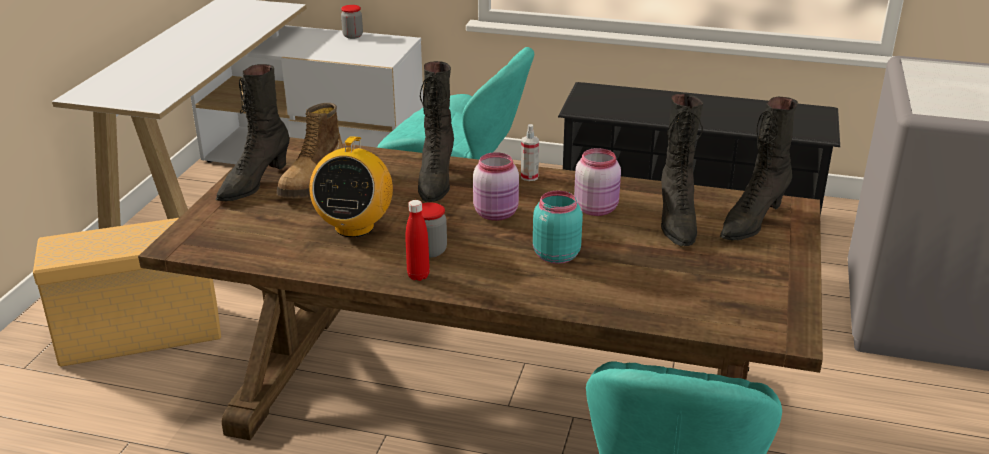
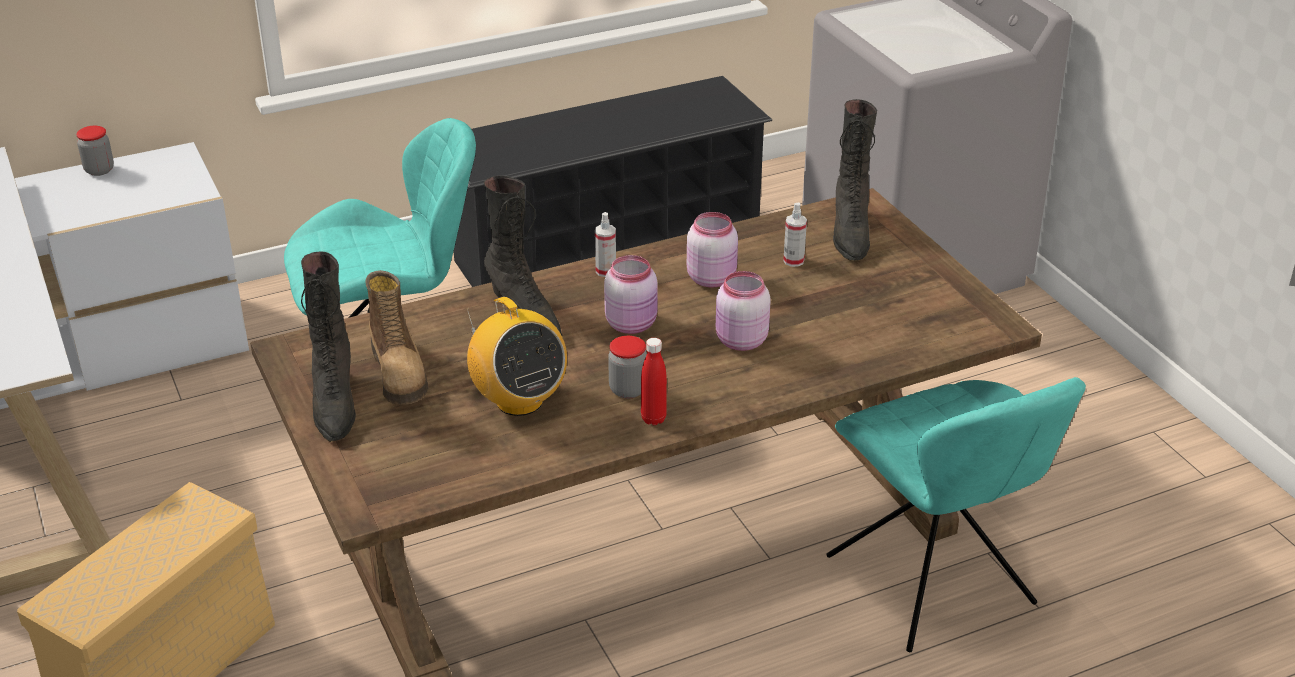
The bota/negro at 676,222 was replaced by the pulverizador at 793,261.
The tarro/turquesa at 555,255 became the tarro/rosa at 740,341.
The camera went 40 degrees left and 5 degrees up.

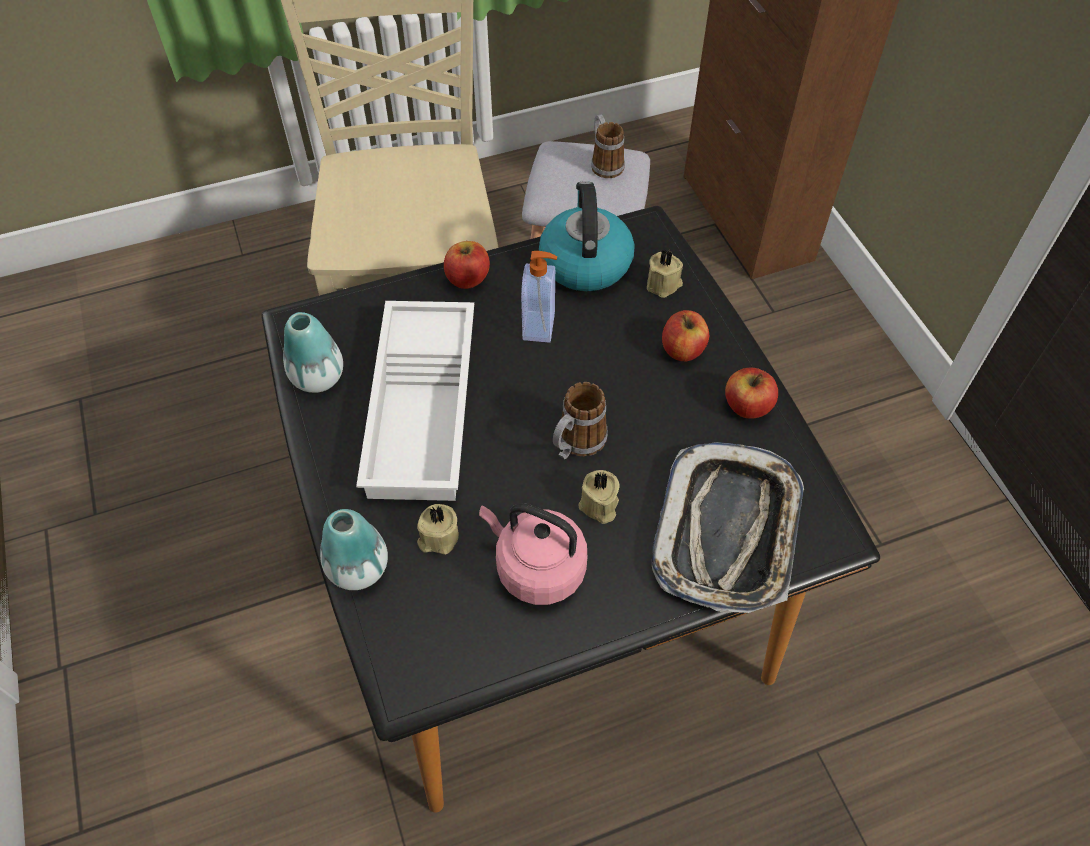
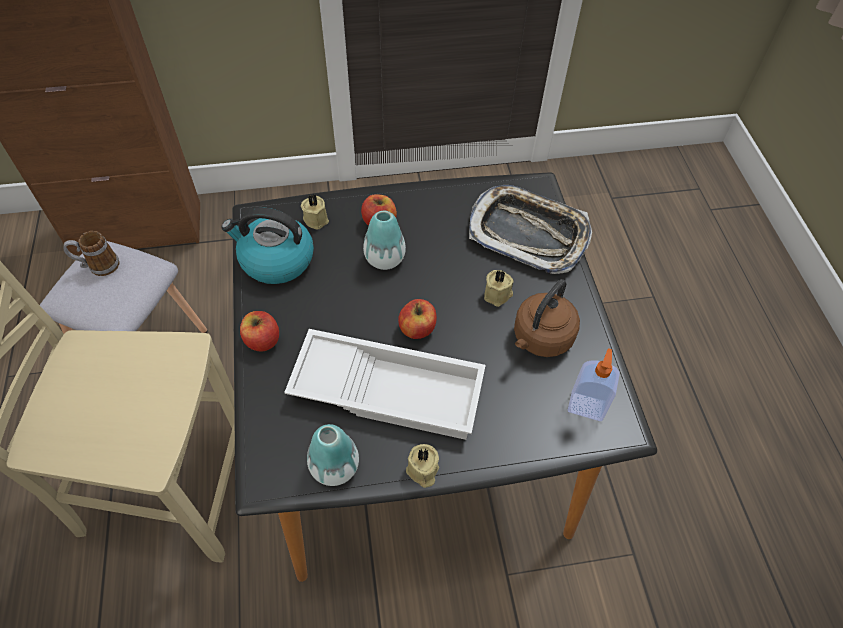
The dispensador de jabón moved from 540,327 to 586,405.
The manzana moved from 747,406 to 417,328.
The taza grande at 576,444 disappeared.
The hervidor/rosa at 536,568 became the hervidor/marrón at 540,339.
The vela/beis moved from 438,537 to 422,471.
The florero moved from 358,568 to 384,259.
The camera went 80 degrees left and 0 degrees up.

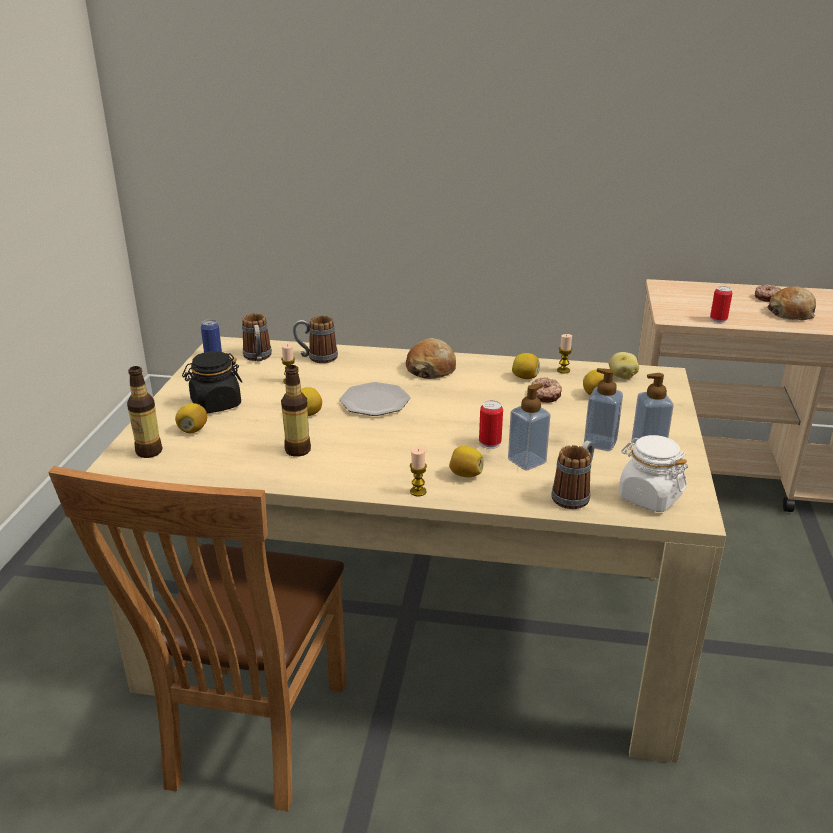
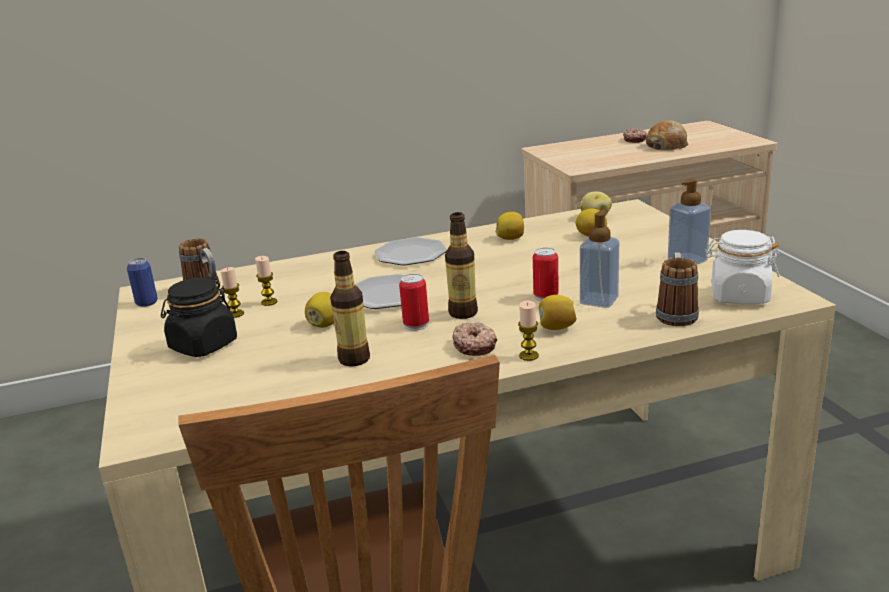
The lata moved from 718,320 to 416,325.
The taza grande at 316,357 disappeared.
The vela moved from 563,370 to 235,314.
The pan at 431,369 was replaced by the plato at 411,254.
The botella moved from 149,452 to 463,313.
The dispensador de jabón at 600,443 disappeared.
The rosquilla moved from 546,395 to 475,345.
The limón at 193,430 disappeared.
The camera went 25 degrees left and 5 degrees down.

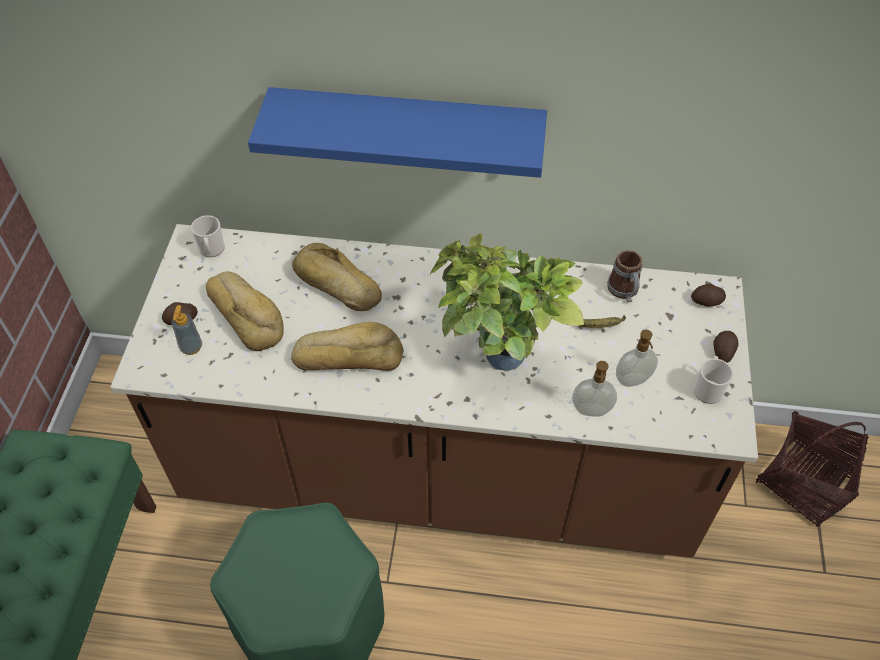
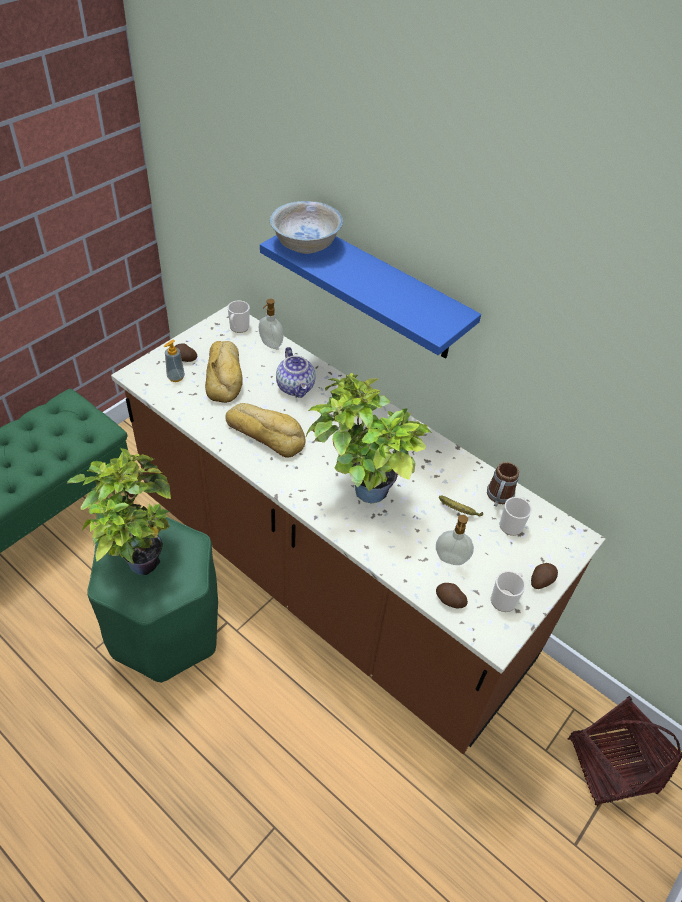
The pan at 336,285 was replaced by the tetera at 296,387.
The patata moved from 707,302 to 449,600.
The dispensador de jabón moved from 591,411 to 270,344.
The cuenco/blanco at 306,244 appeared.
The planta en maceta at 137,558 appeared.
The taza grande at 512,524 appeared.
The camera went 30 degrees right and 5 degrees down.

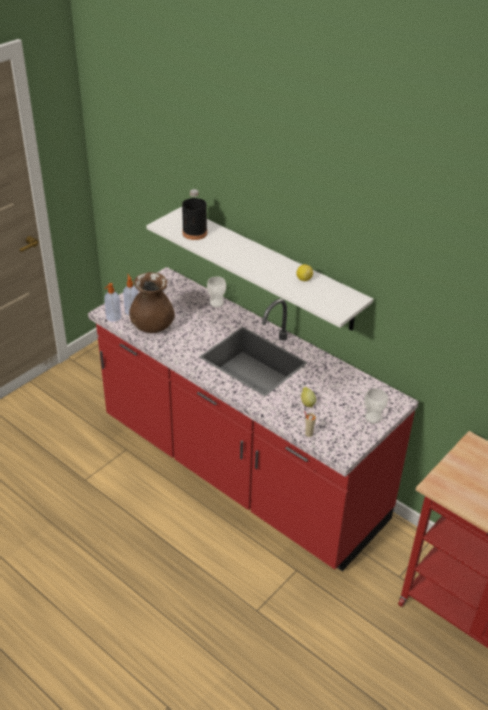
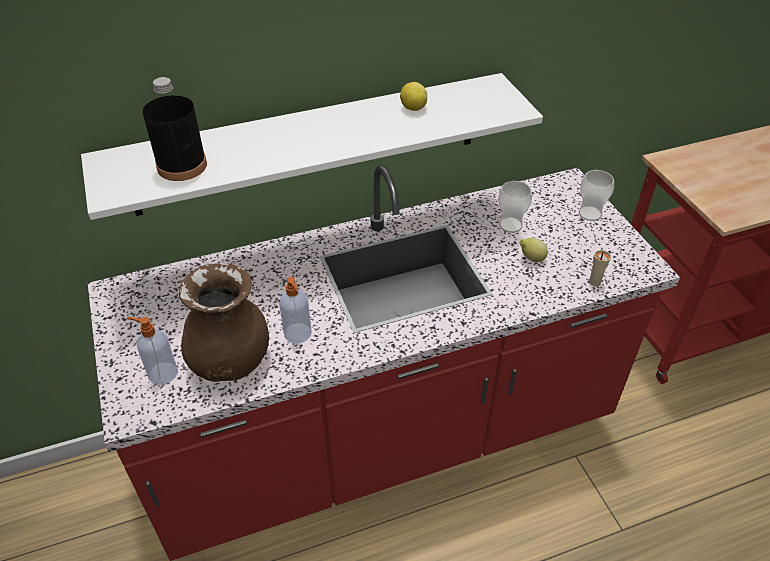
The taza moved from 216,303 to 510,225.
The dispensador de jabón moved from 113,317 to 298,334.
The camera went 60 degrees left and 5 degrees up.

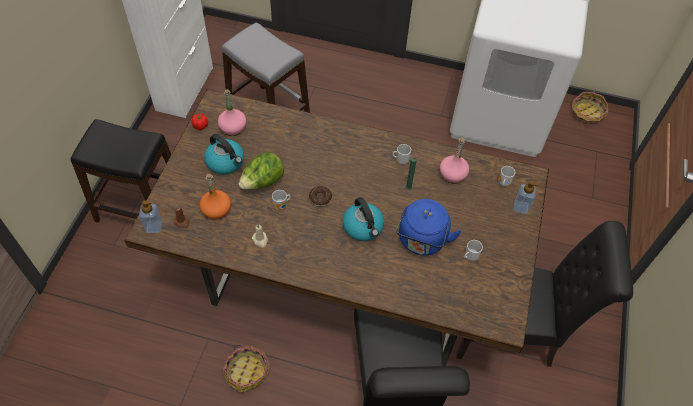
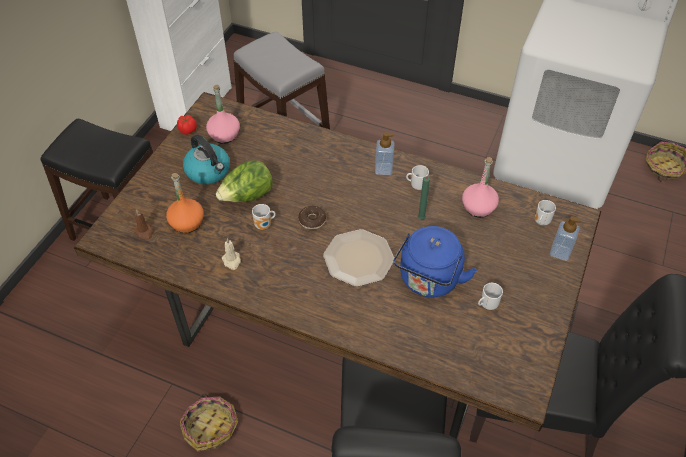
The hervidor at 363,227 was replaced by the plato at 359,258.
The dispensador de jabón moved from 154,226 to 383,169.
The camera went 10 degrees right and 5 degrees down.

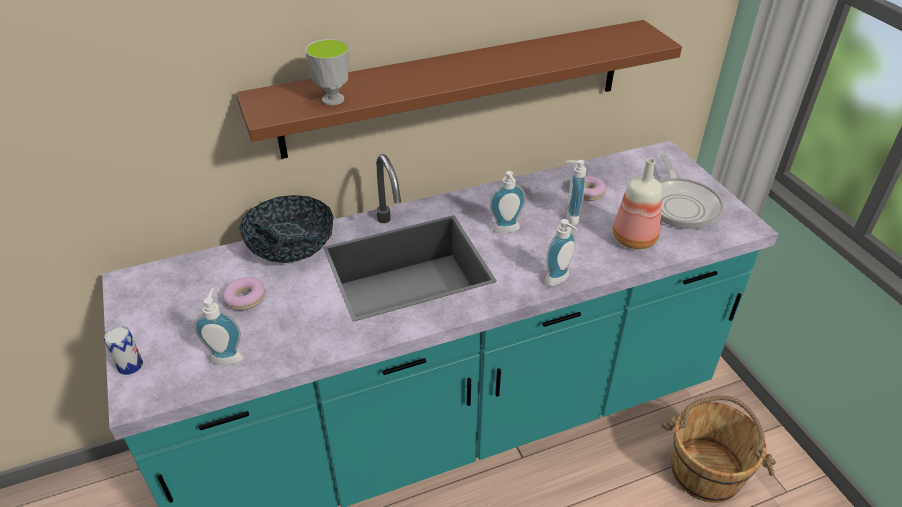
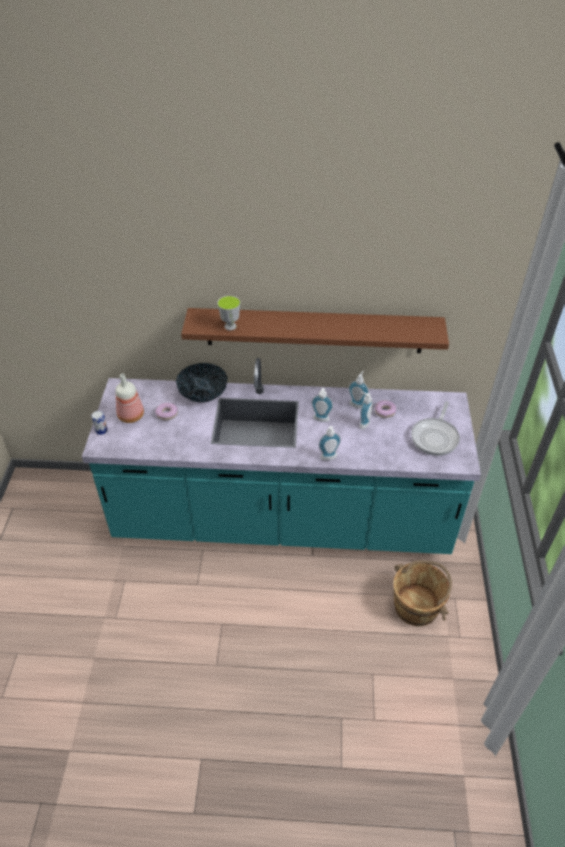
The botella moved from 635,239 to 131,416.
The dispensador de jabón moved from 227,356 to 357,404.
The camera went 25 degrees right and 5 degrees up.

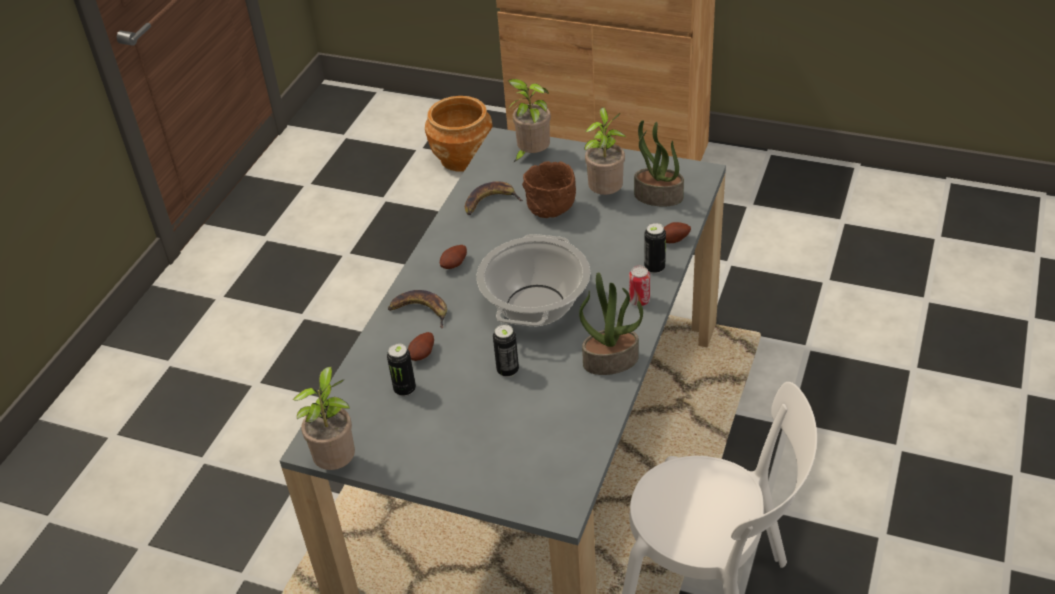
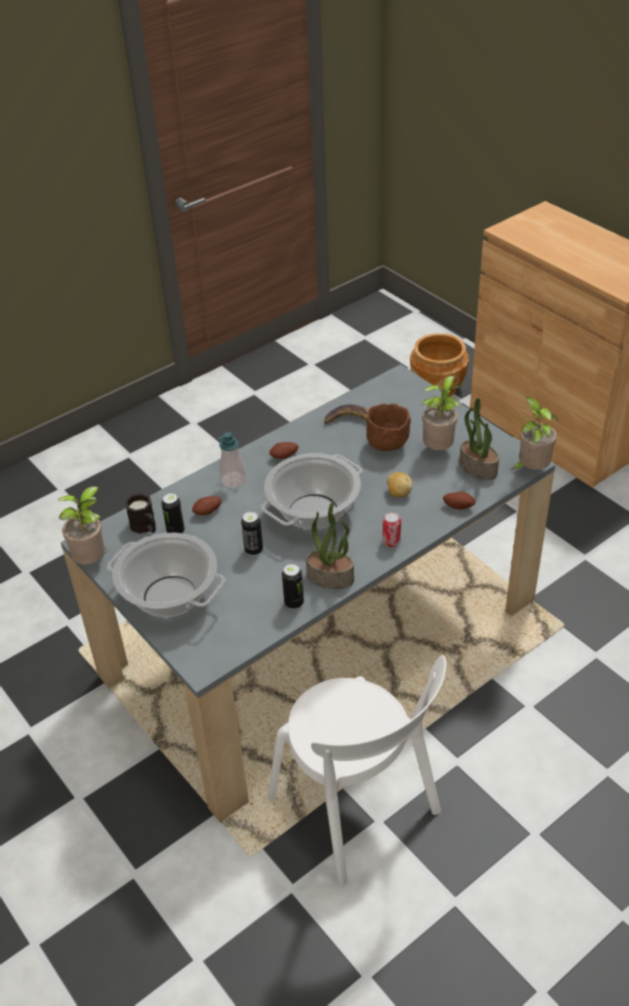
The planta en maceta moved from 531,155 to 531,469.
The lata moved from 654,268 to 294,603.
The plátano at 421,311 was replaced by the dispensador de jabón at 233,480.
The patata at 398,493 appeared.
The taza grande/negro at 145,527 appeared.
The olla at 169,596 appeared.
The camera went 30 degrees right and 0 degrees up.

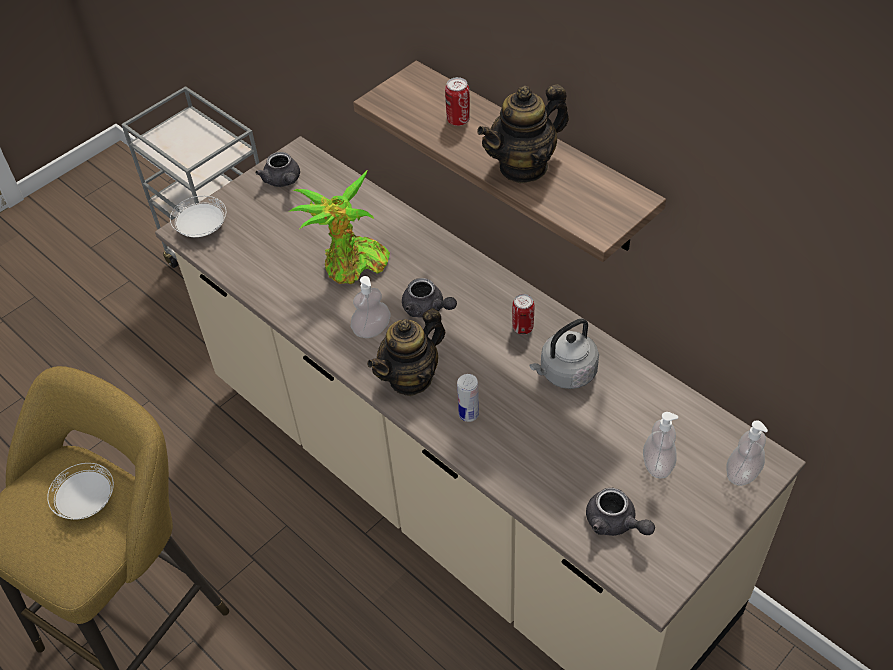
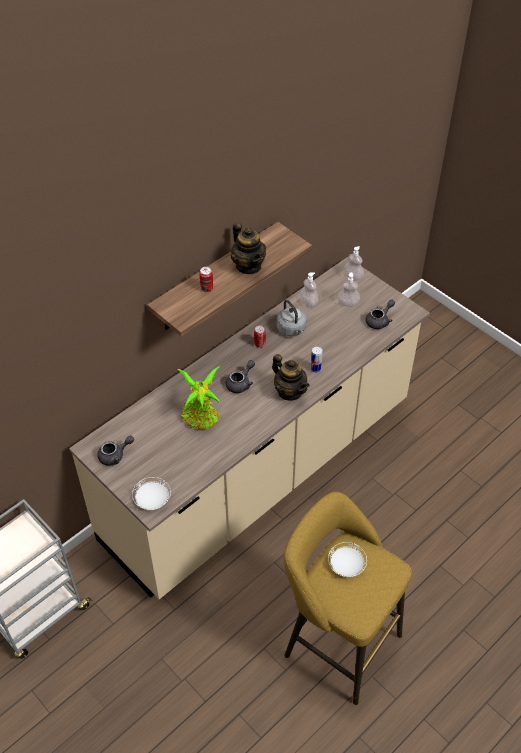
The dispensador de jabón moved from 372,329 to 309,302.
The camera went 90 degrees left and 0 degrees up.

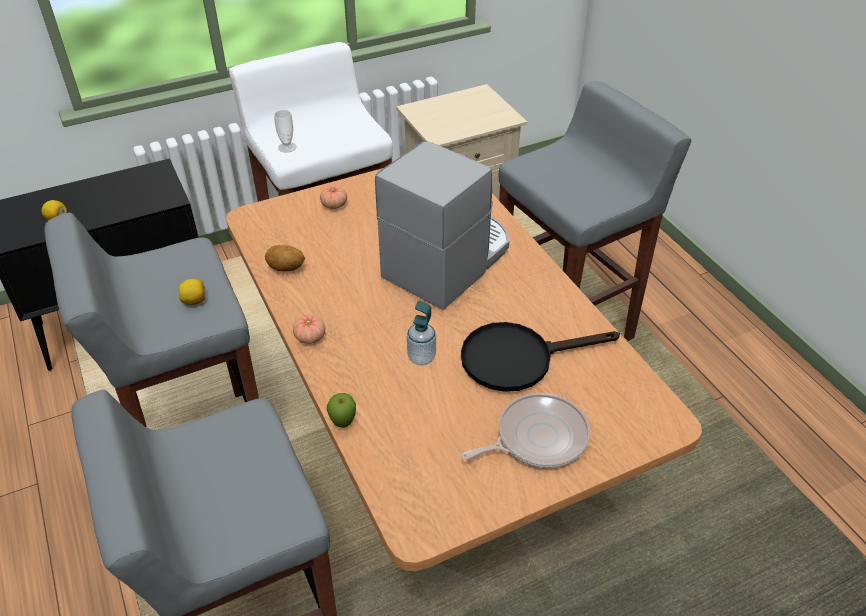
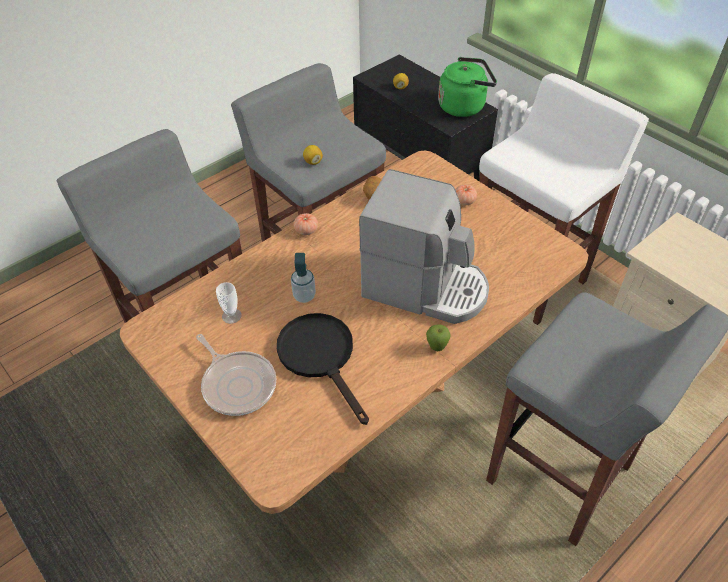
The taza moved from 287,147 to 231,316.
The manzana moved from 343,424 to 436,348.
The hervidor/verde at 464,106 appeared.
The camera went 75 degrees right and 5 degrees up.

